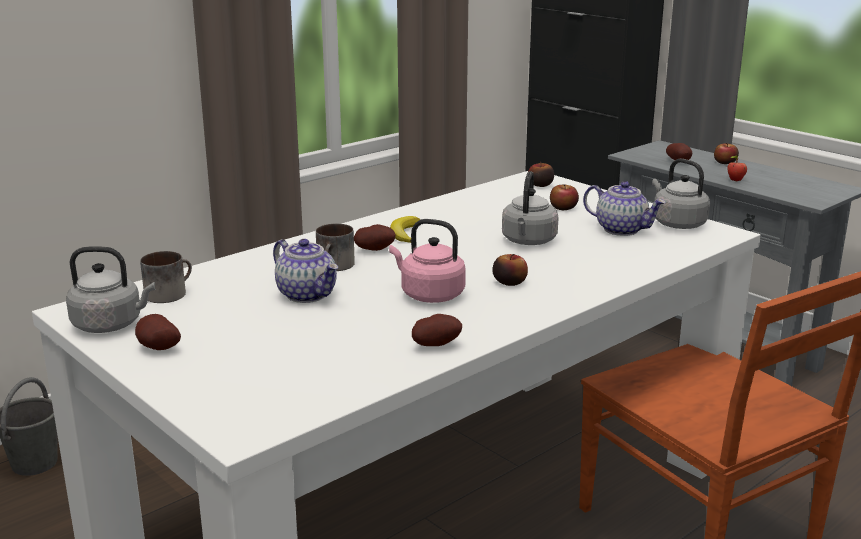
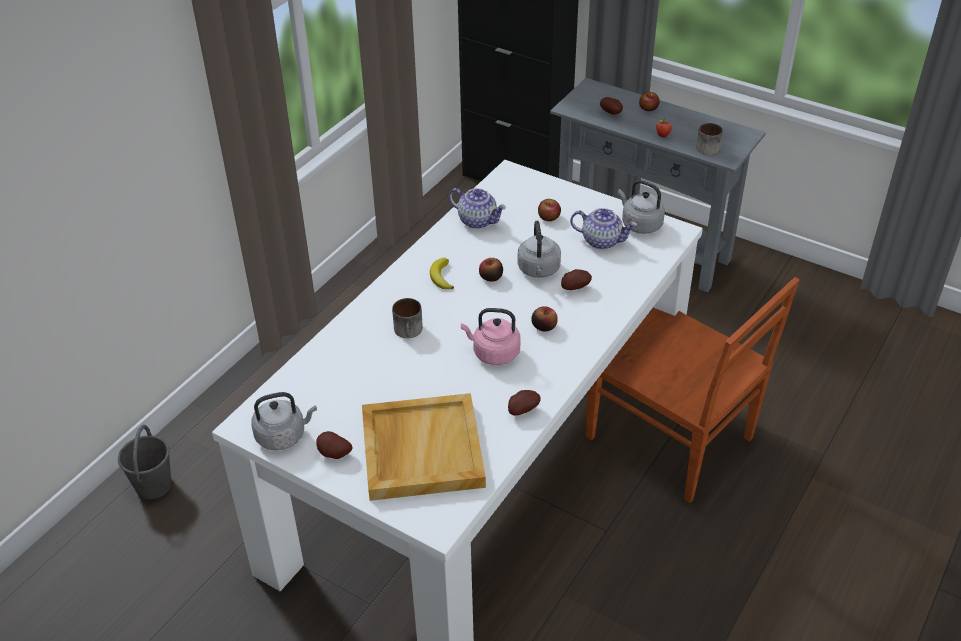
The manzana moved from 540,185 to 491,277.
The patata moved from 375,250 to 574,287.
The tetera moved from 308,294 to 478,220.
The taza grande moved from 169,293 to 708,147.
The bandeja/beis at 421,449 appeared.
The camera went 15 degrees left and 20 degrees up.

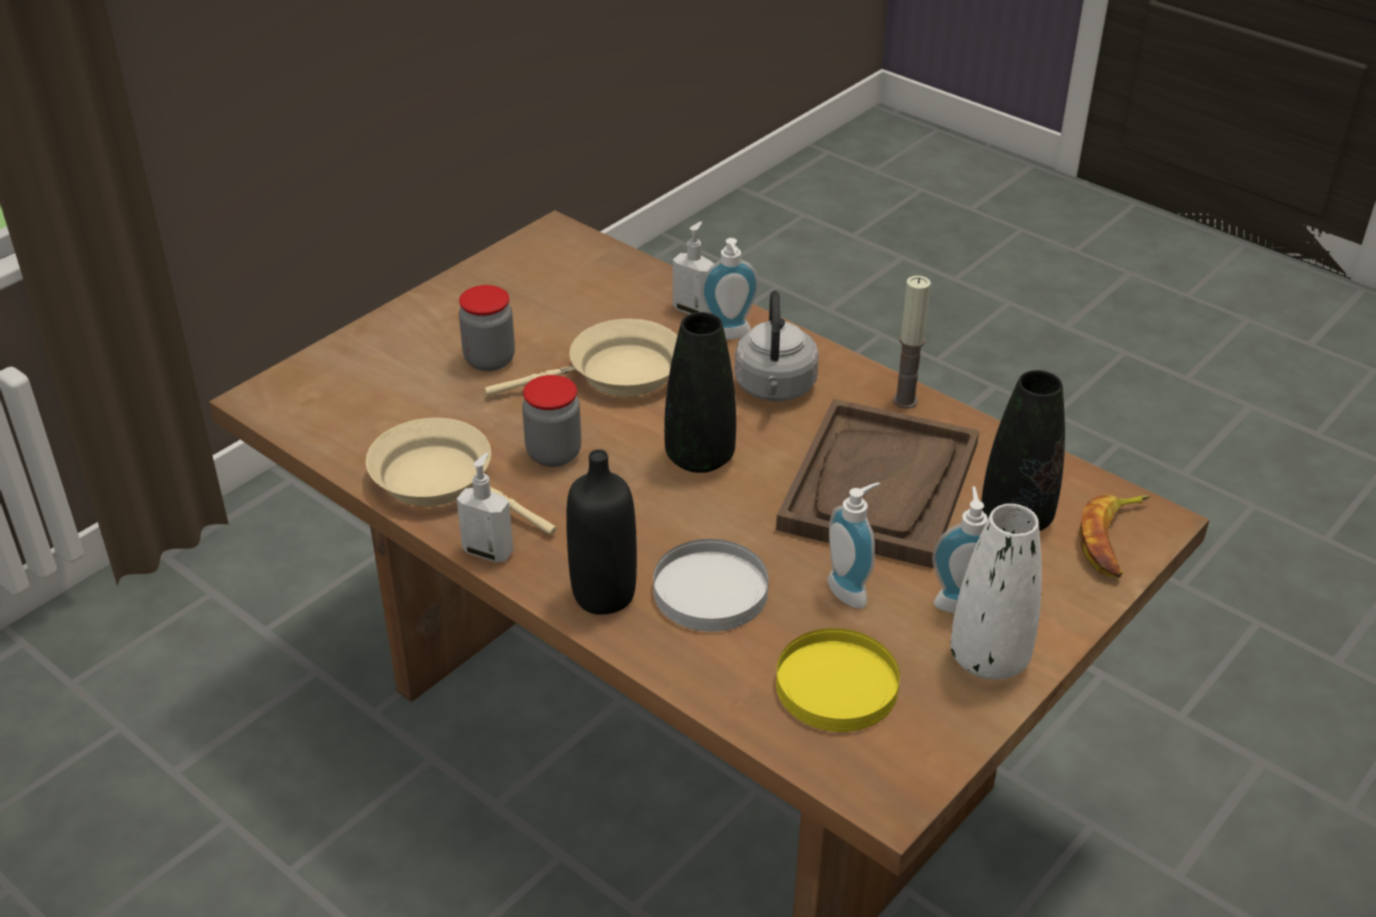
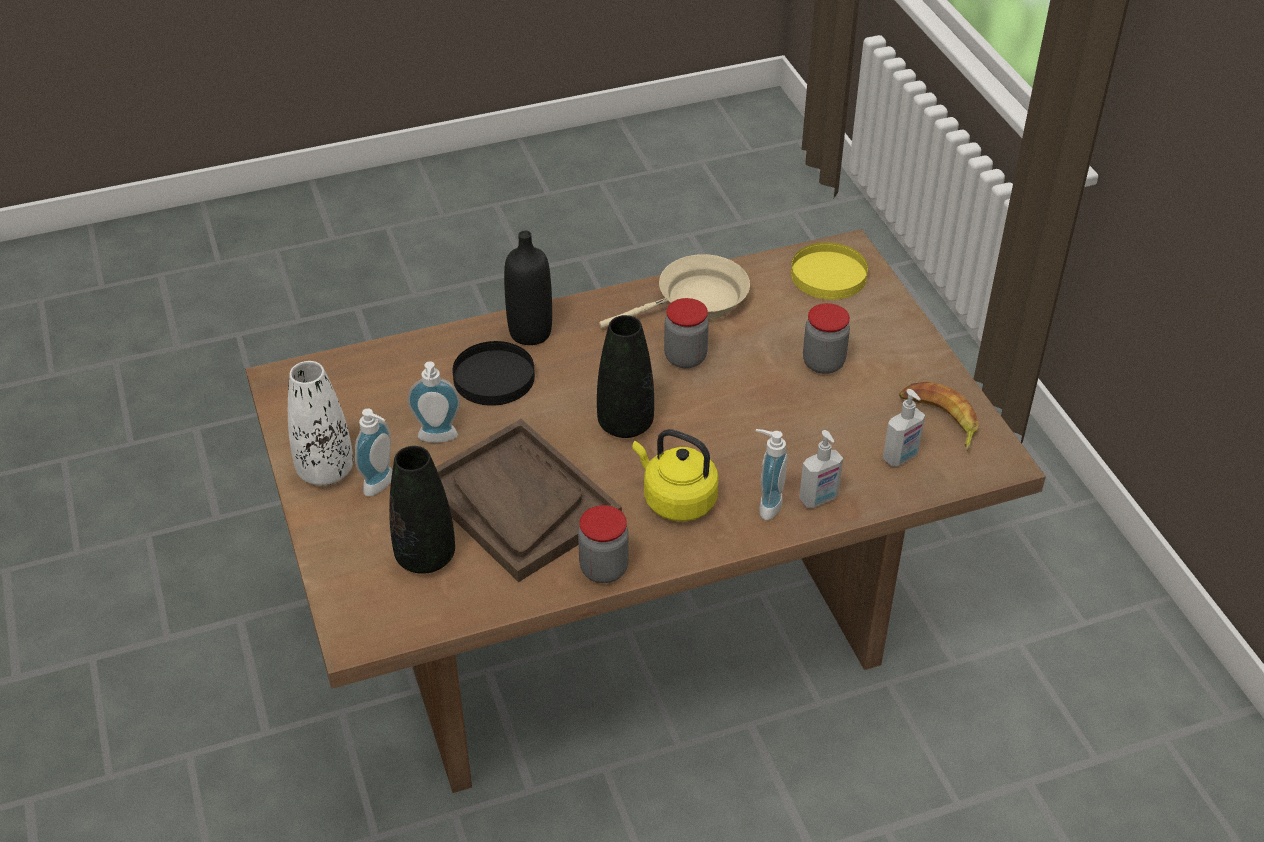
The vela at 905,401 was replaced by the tarro at 604,569.
The hervidor/gris at 775,389 became the hervidor/amarillo at 676,499.
The sartén/beis at 616,374 disappeared.
The dispensador de jabón moved from 488,551 to 901,457.
The plátano moved from 1113,540 to 939,419.
The plato/blanco at 709,591 became the plato/negro at 494,377.
The plato/amarillo moved from 836,684 to 829,275.
The camera went 120 degrees right and 5 degrees up.

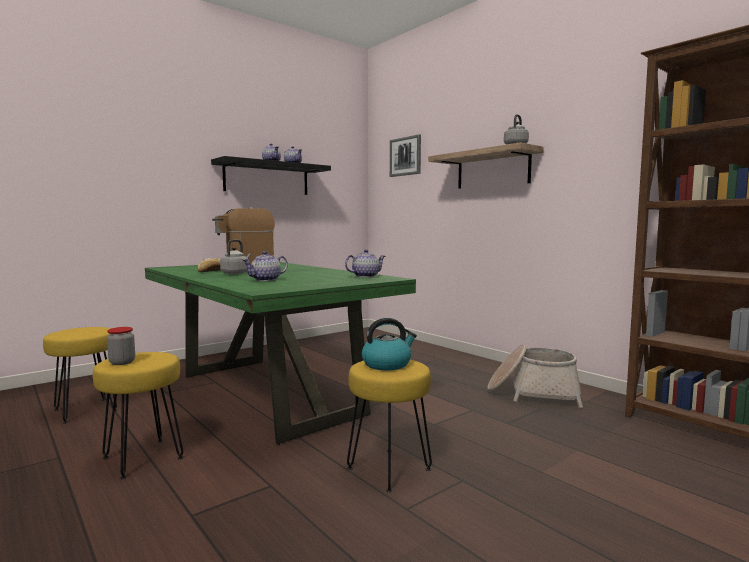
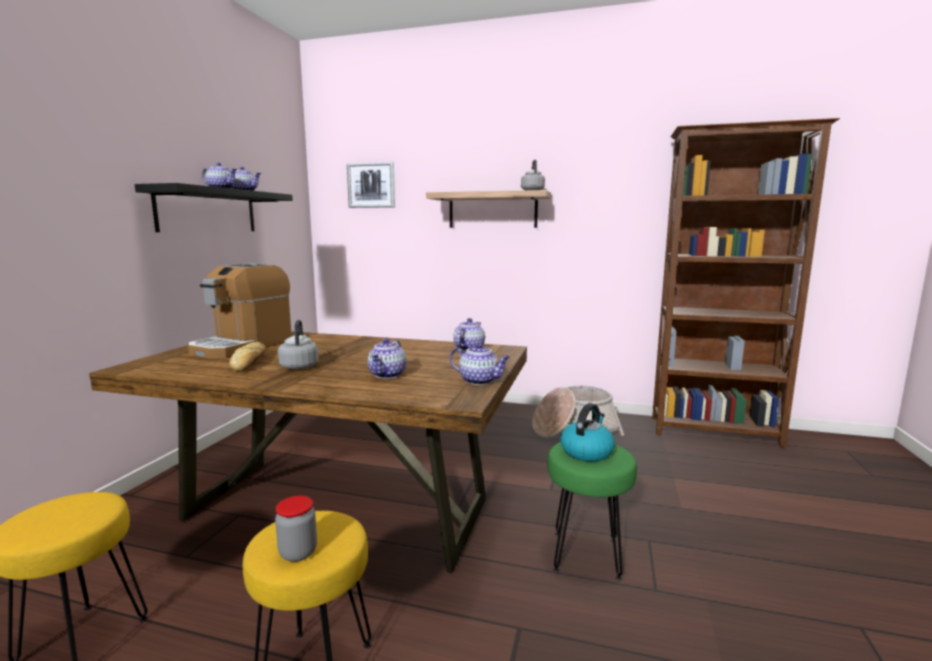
The mesa de comedor/verde at 269,394 became the mesa de comedor/marrón at 340,510.
The taburete/amarillo at 389,469 became the taburete/verde at 587,555.
The tetera at 480,381 appeared.
The camera went 35 degrees left and 5 degrees up.

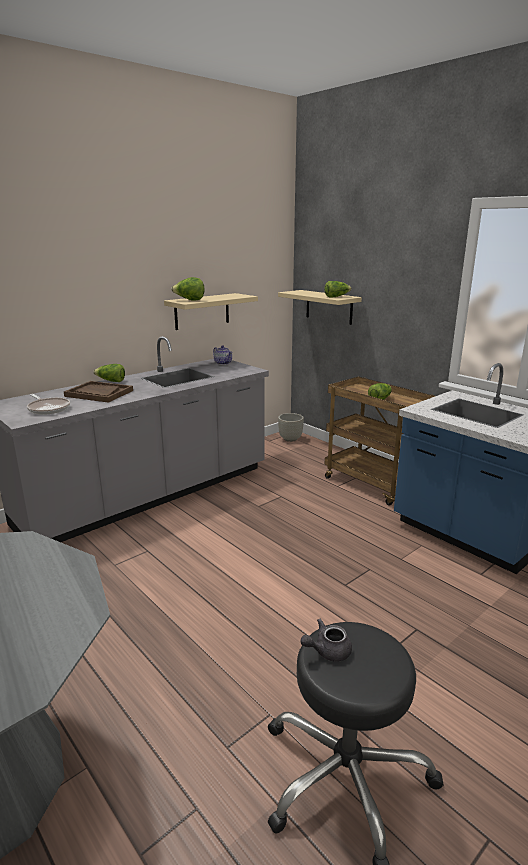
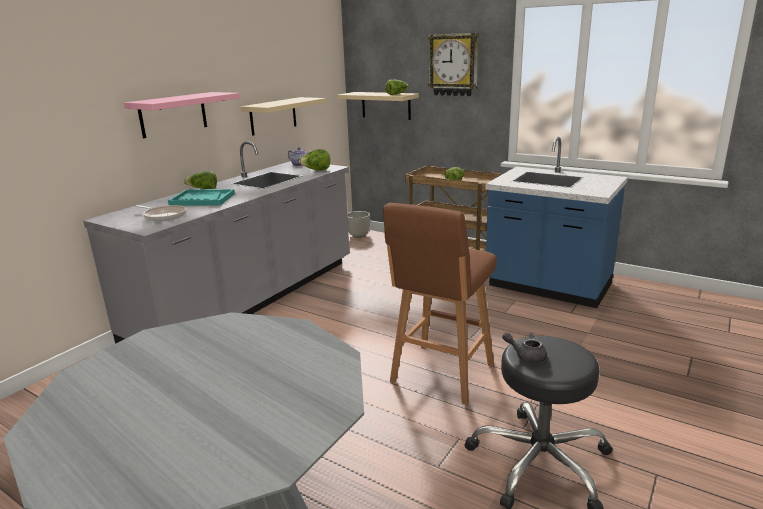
The lechuga moved from 189,300 to 316,170.
The bandeja/marrón at 99,393 became the bandeja/turquesa at 202,199.
The tetera/gris at 327,651 turned 60 degrees clockwise.
The reloj de pared at 454,65 appeared.
The estante/rosa at 173,114 appeared.
The taburete/marrón at 441,375 appeared.
The camera went 15 degrees left and 0 degrees up.

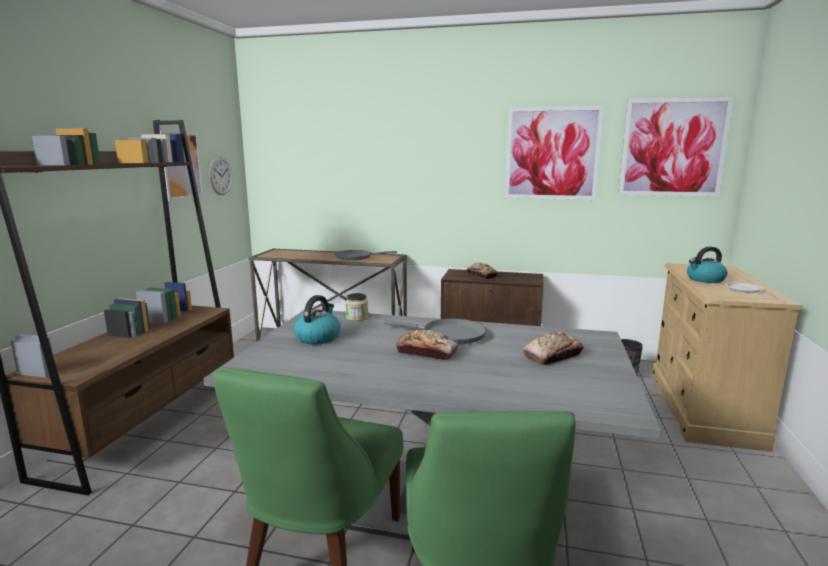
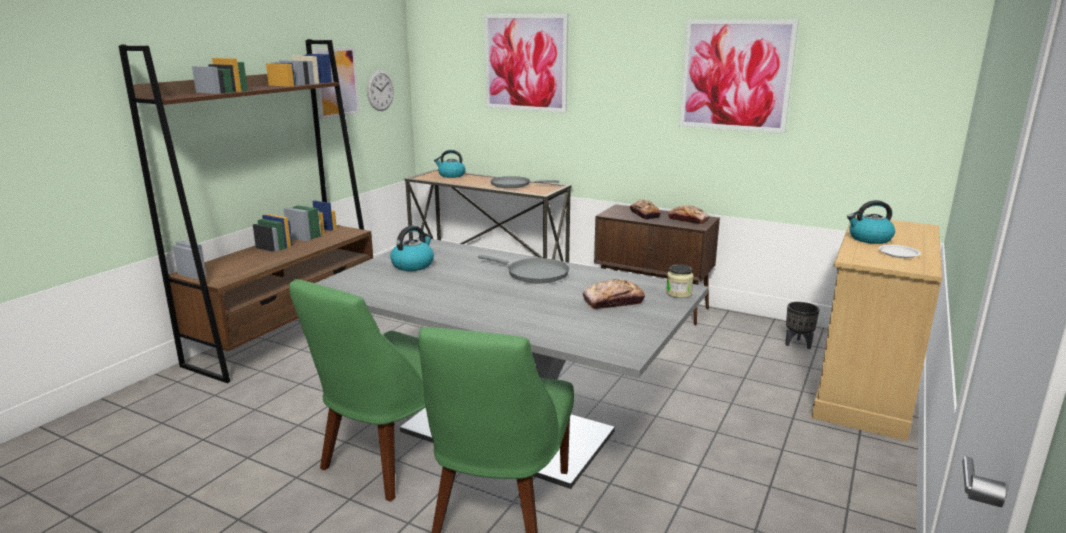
The cuadro moved from 673,148 to 525,63.
The tarro moved from 357,318 to 678,293.
The pan moved from 427,352 to 688,220.
The hervidor at 451,175 appeared.
The camera went 15 degrees right and 5 degrees up.

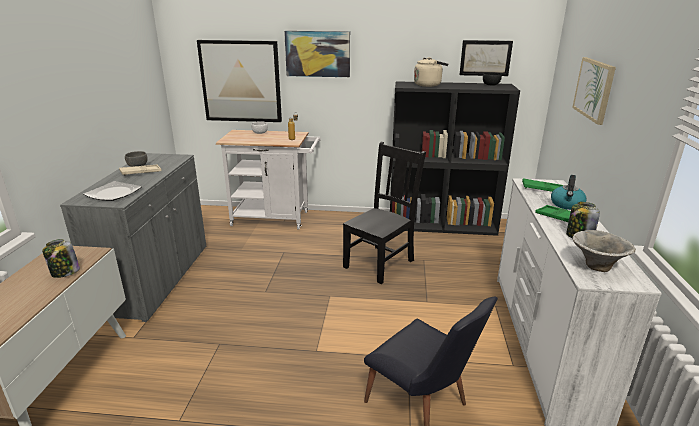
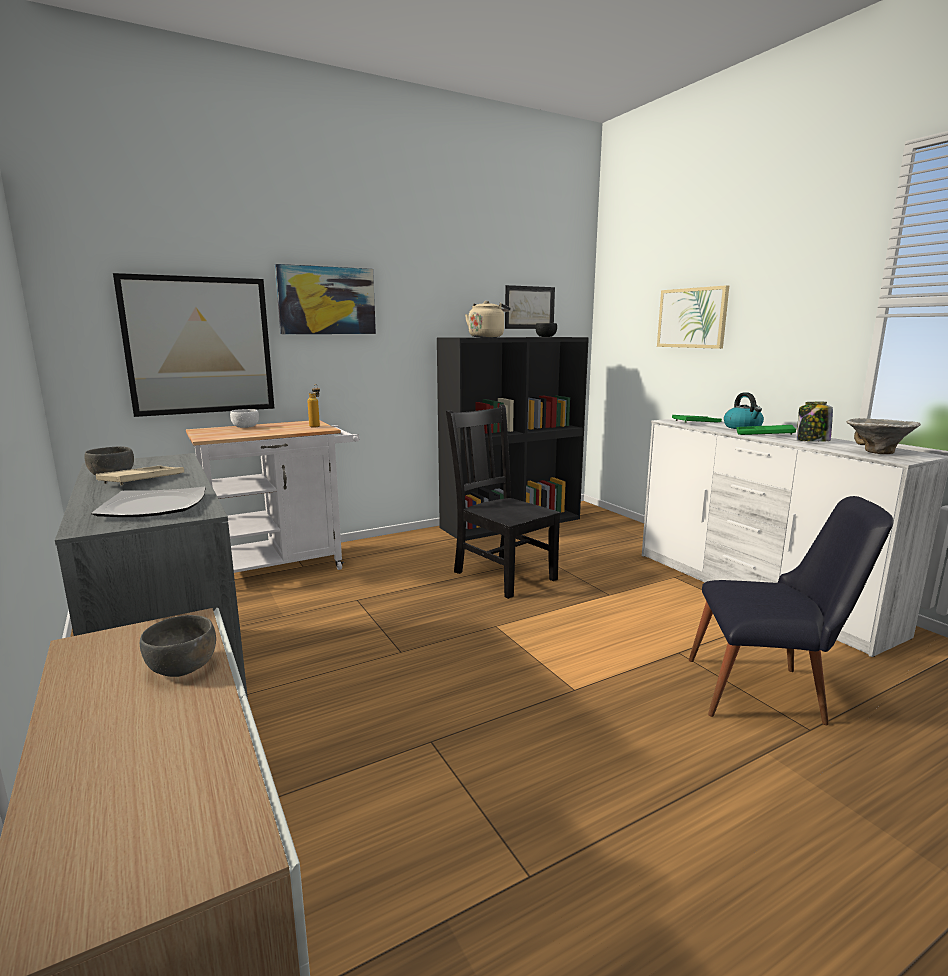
The silla/negro at 380,263 turned 45 degrees counterclockwise.
The tarro at 65,272 was replaced by the cuenco/gris at 183,667.
The camera went 35 degrees left and 10 degrees down.

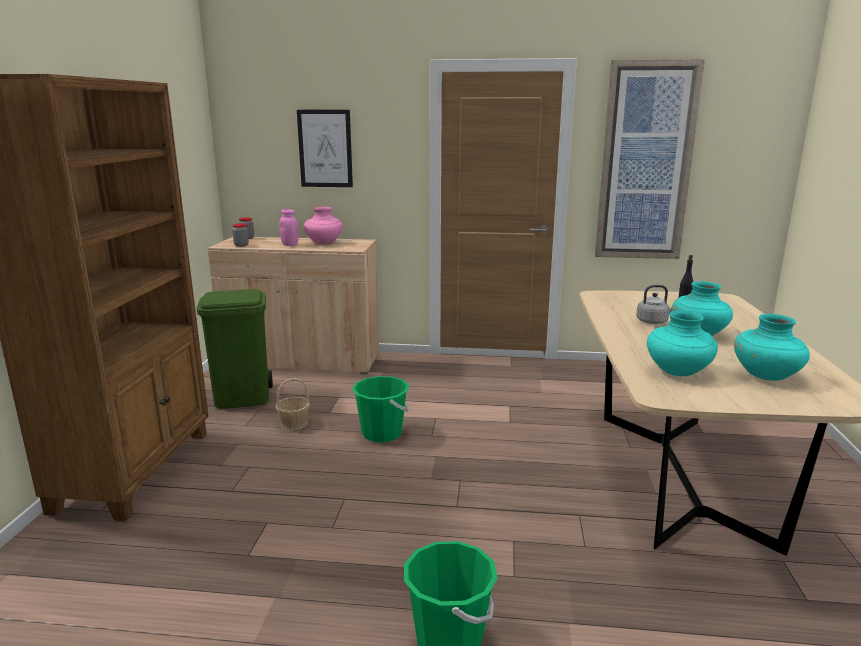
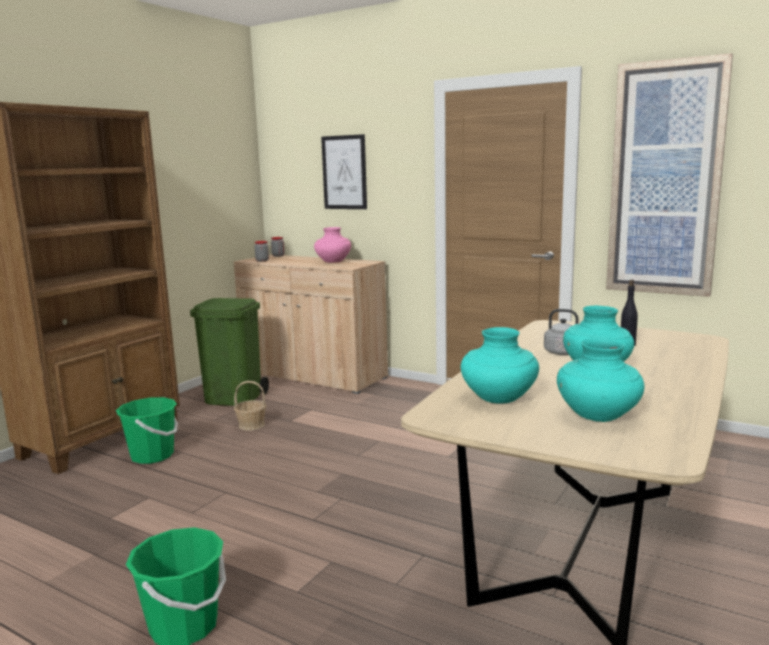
The tarro/rosa at 290,245 disappeared.
The cubo/verde moved from 382,433 to 152,455.
The camera went 25 degrees right and 5 degrees down.

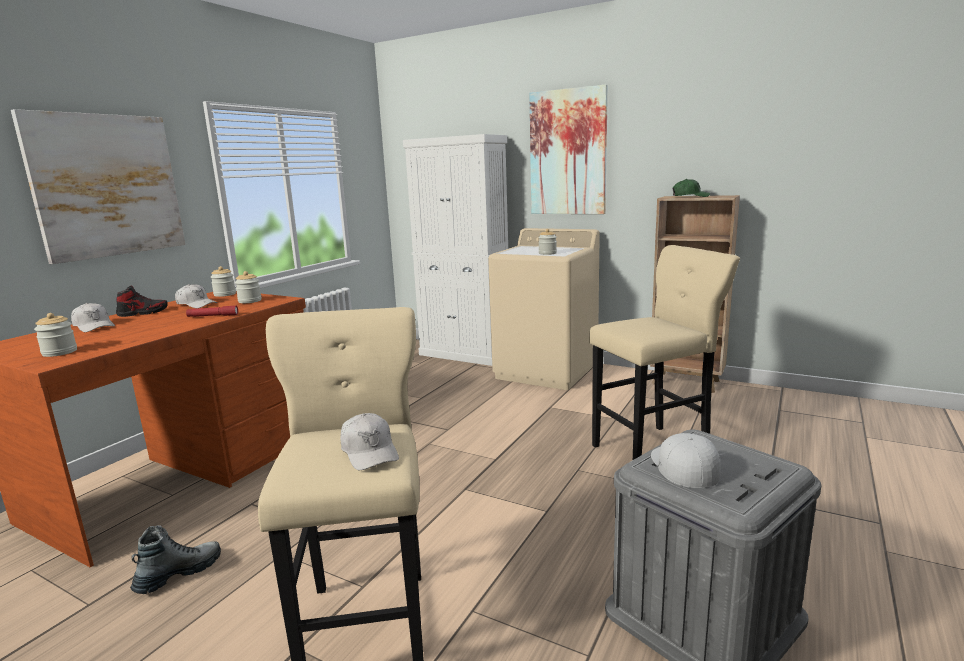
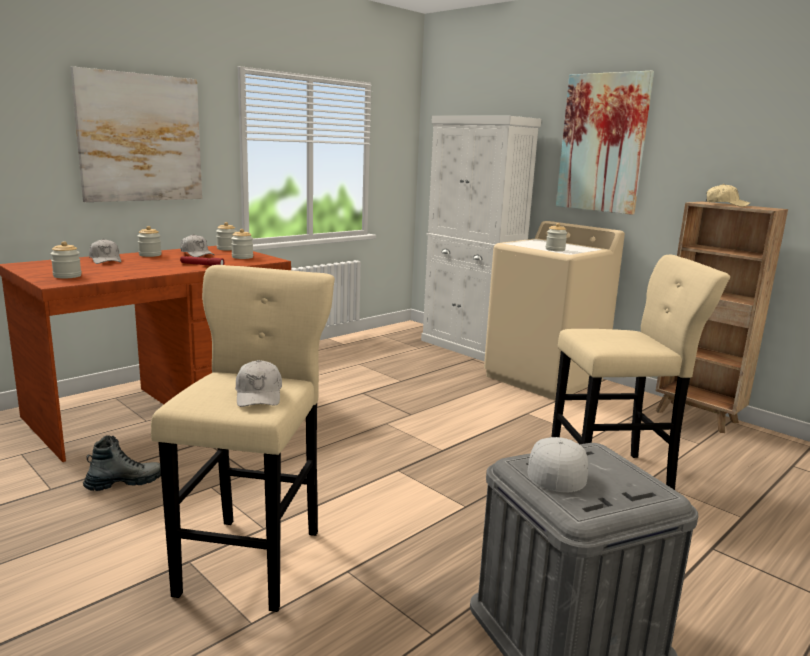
The gorra/verde at 690,196 became the gorra/beis at 726,204.
The zapato at 143,313 was replaced by the tarro at 150,255.
The camera went 15 degrees right and 0 degrees up.

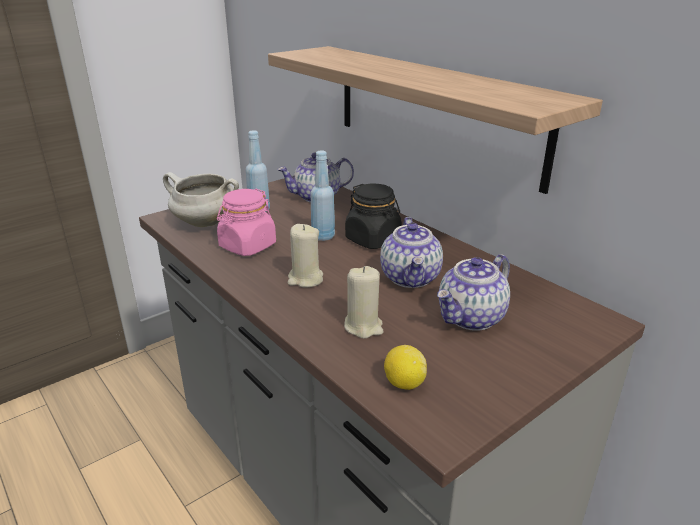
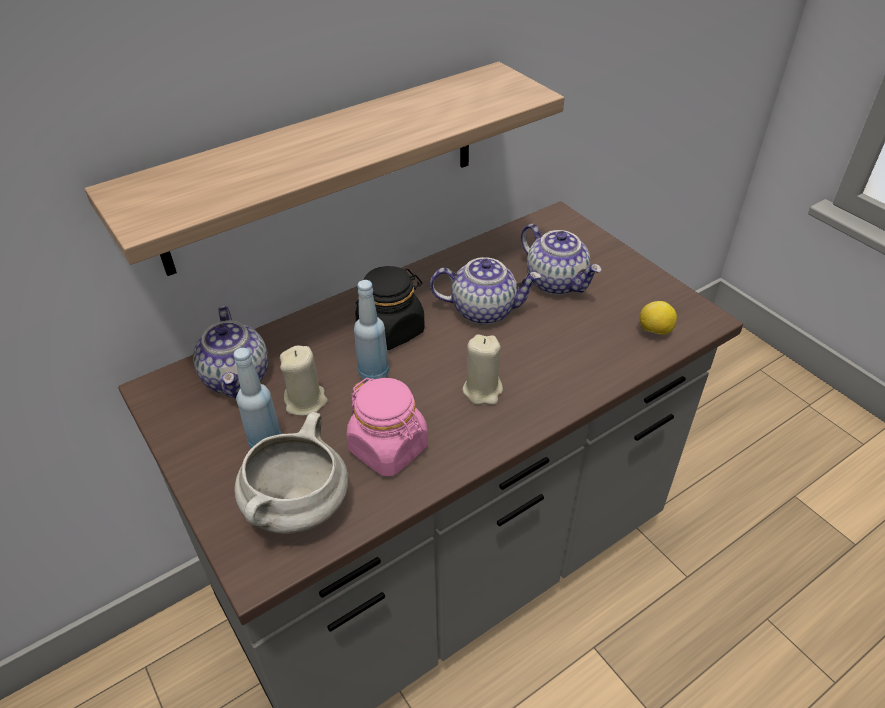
The vela/beis moved from 363,326 to 306,401.
The camera went 85 degrees left and 15 degrees up.

